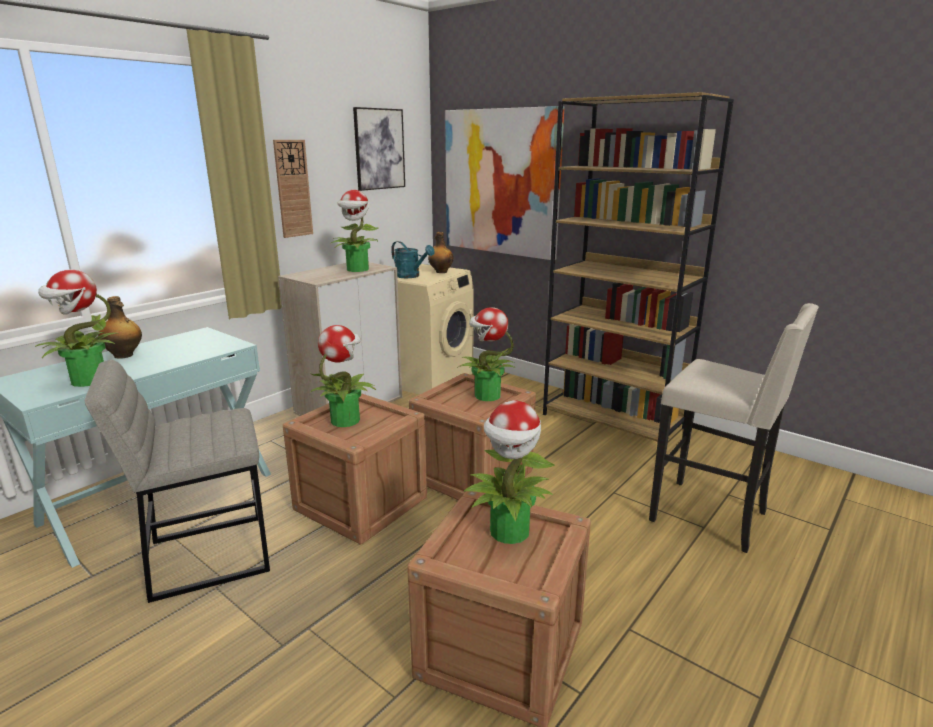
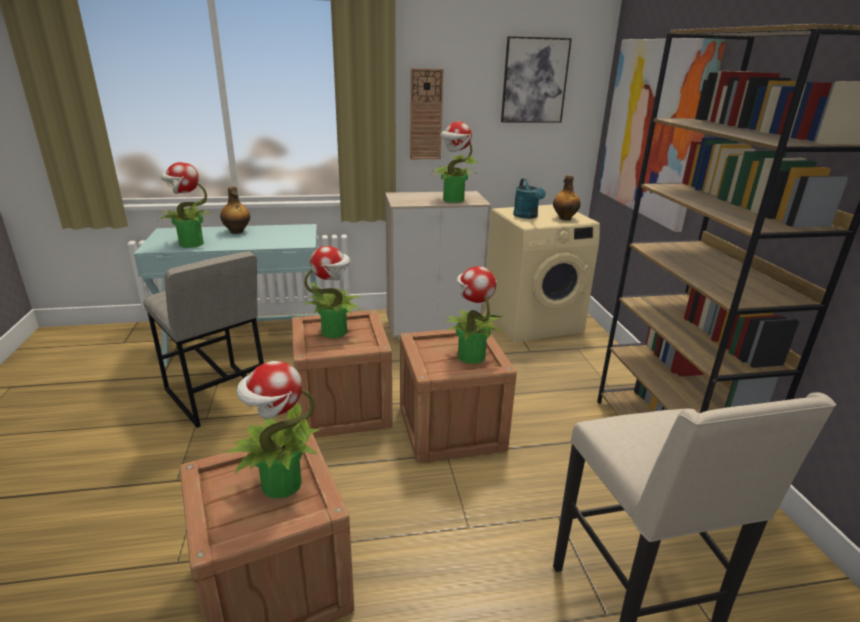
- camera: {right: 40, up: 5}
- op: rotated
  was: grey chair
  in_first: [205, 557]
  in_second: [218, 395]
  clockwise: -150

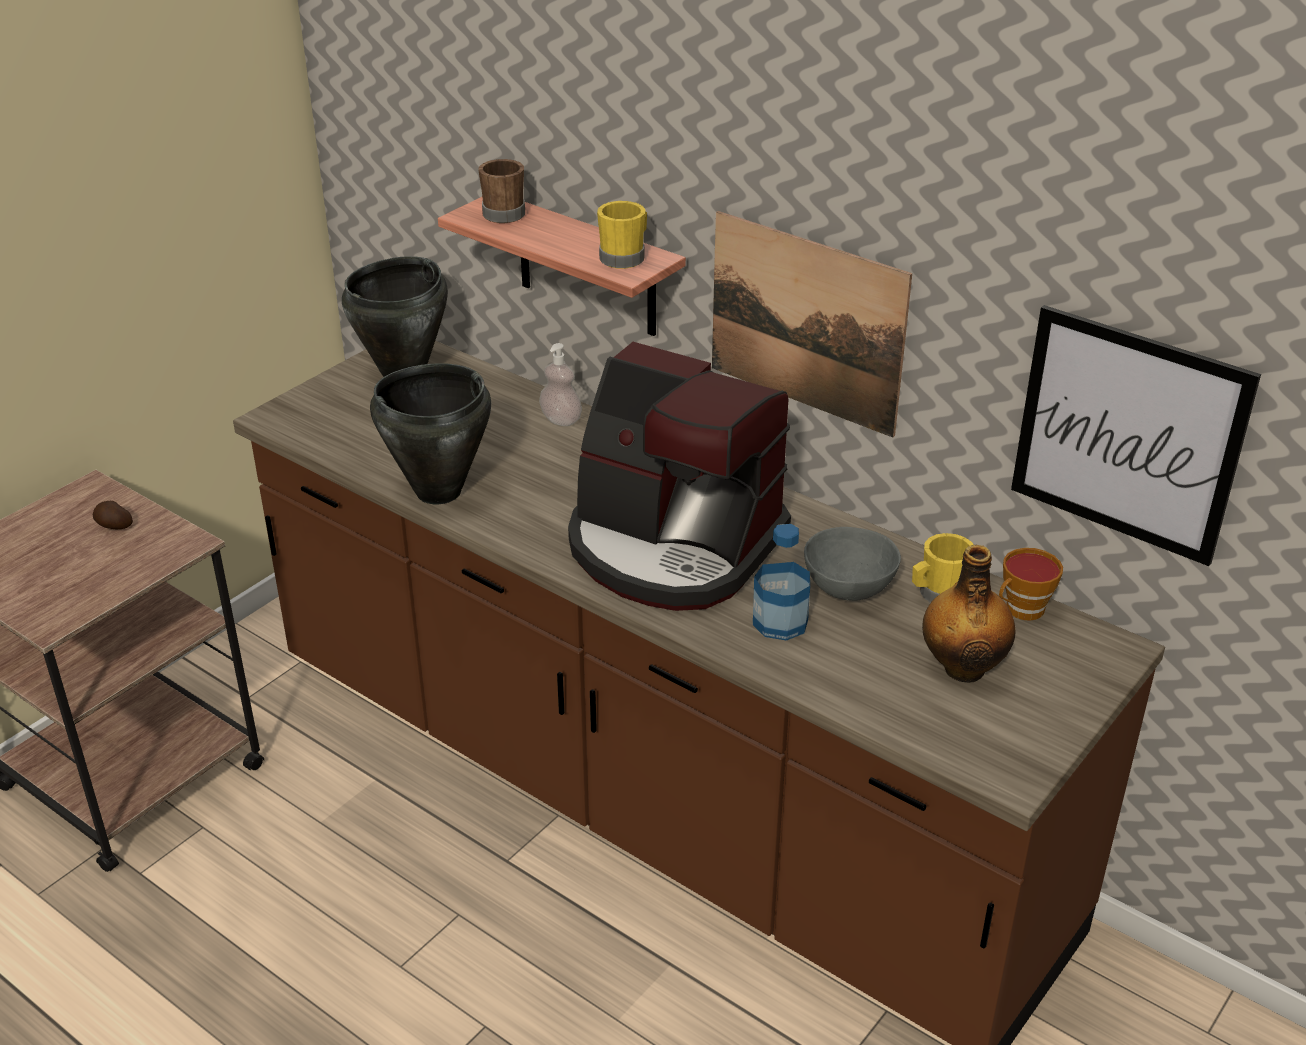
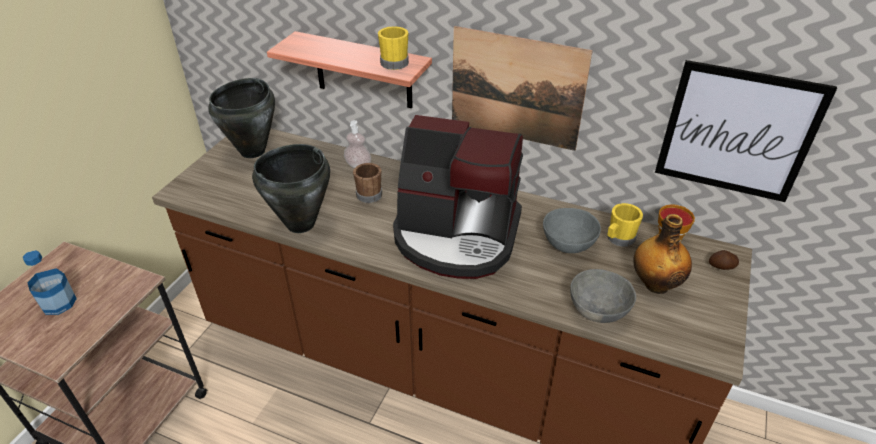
- camera: {right: -15, up: 5}
- op: shifted
  was: bottle
  in_first: [780, 622]
  in_second: [58, 303]
- op: shifted
  was: brown mug
  in_first: [505, 212]
  in_second: [369, 193]
- op: new
  now: grey bowl
  in_second: [596, 311]
- op: shifted
  was: potato
  in_first: [113, 526]
  in_second: [722, 266]

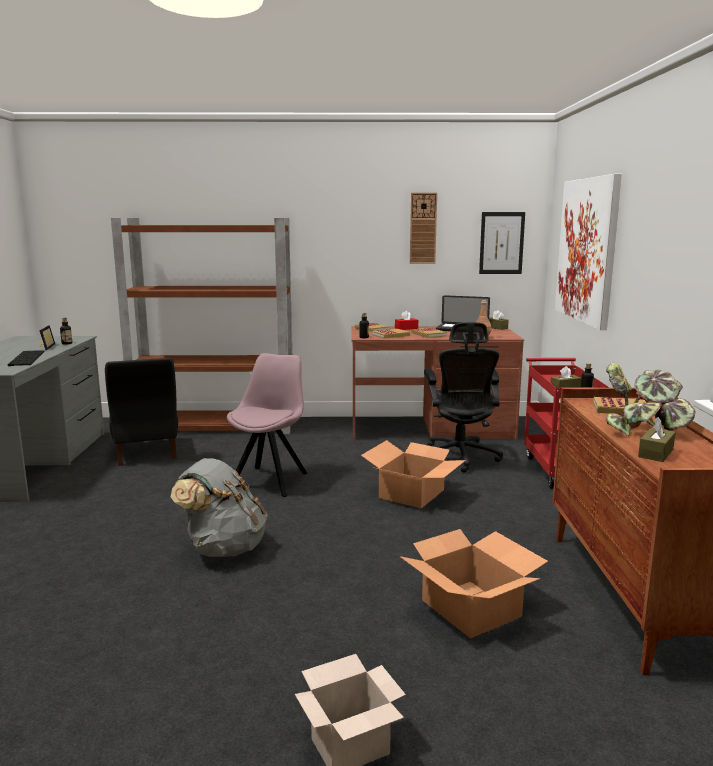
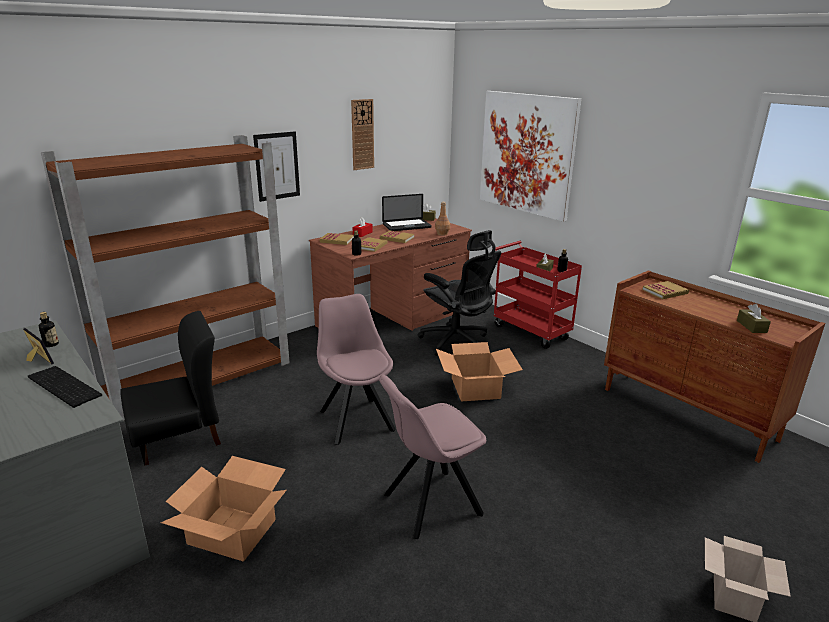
- camera: {right: -40, up: 10}
- op: rotated
  was: black chair
  in_first: [146, 452]
  in_second: [178, 437]
  clockwise: -60
- op: shifted
  was: cardboard box
  in_first: [471, 608]
  in_second: [232, 531]
- op: shifted
  was: picture
  in_first: [501, 243]
  in_second: [277, 166]
- op: swapped
  was: grey backpack
  now: pink chair
  in_first: [223, 548]
  in_second: [431, 504]
- op: gone
  was: potted plant
  in_first: [642, 430]

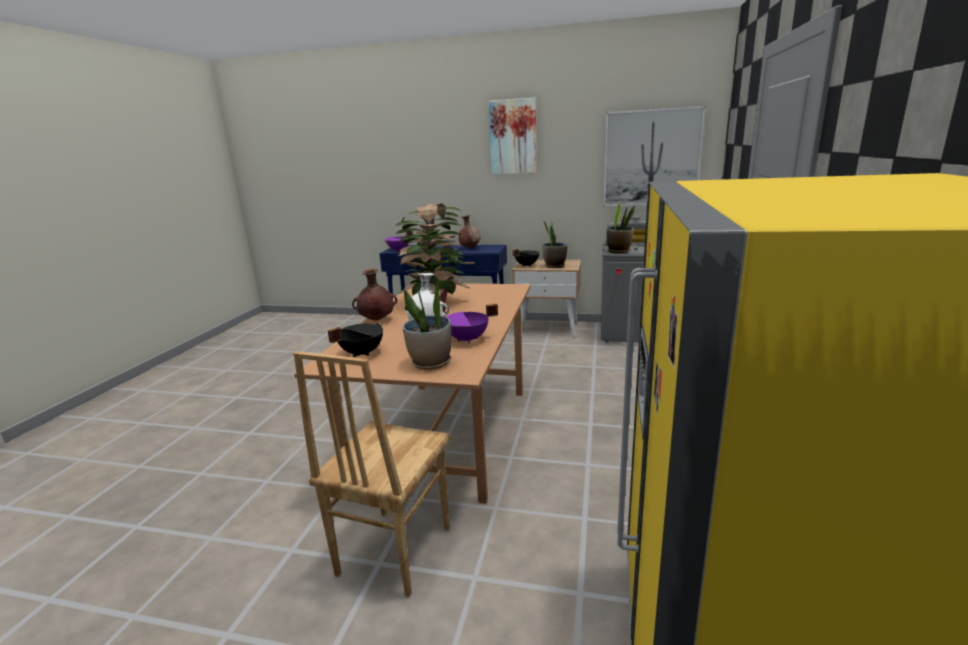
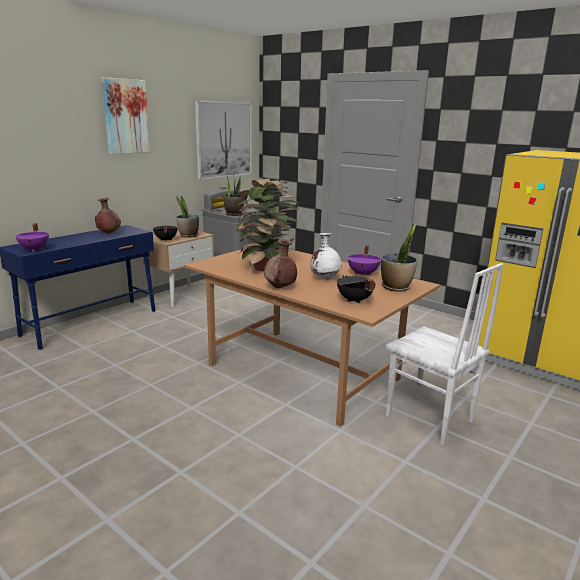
- camera: {right: -65, up: 0}
- op: repainted
  was: brown chair
  now: white chair
  in_first: [392, 551]
  in_second: [429, 419]

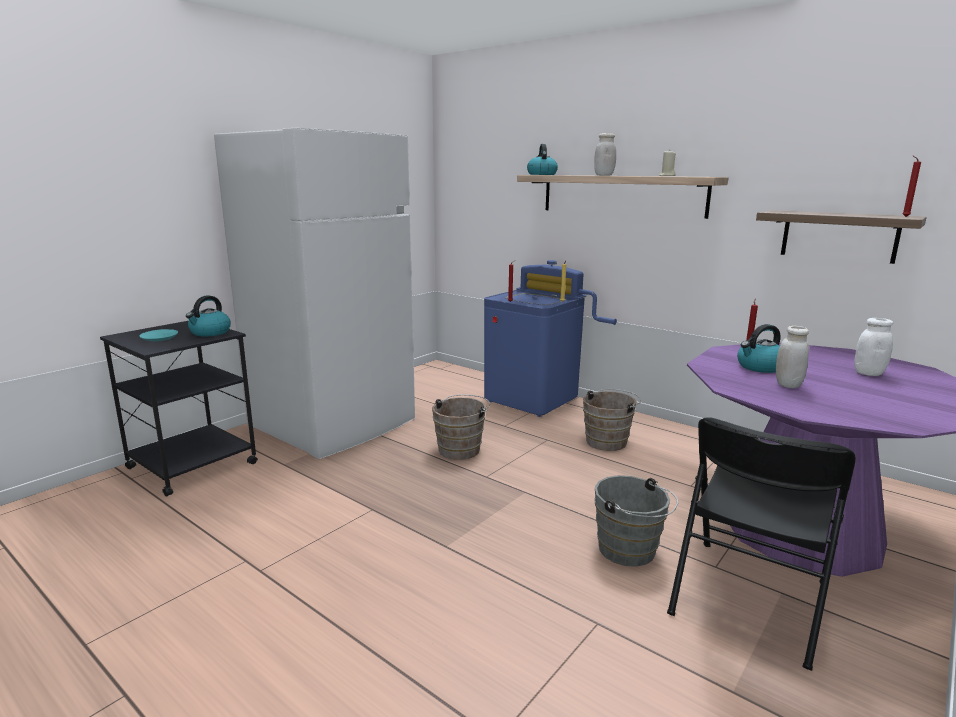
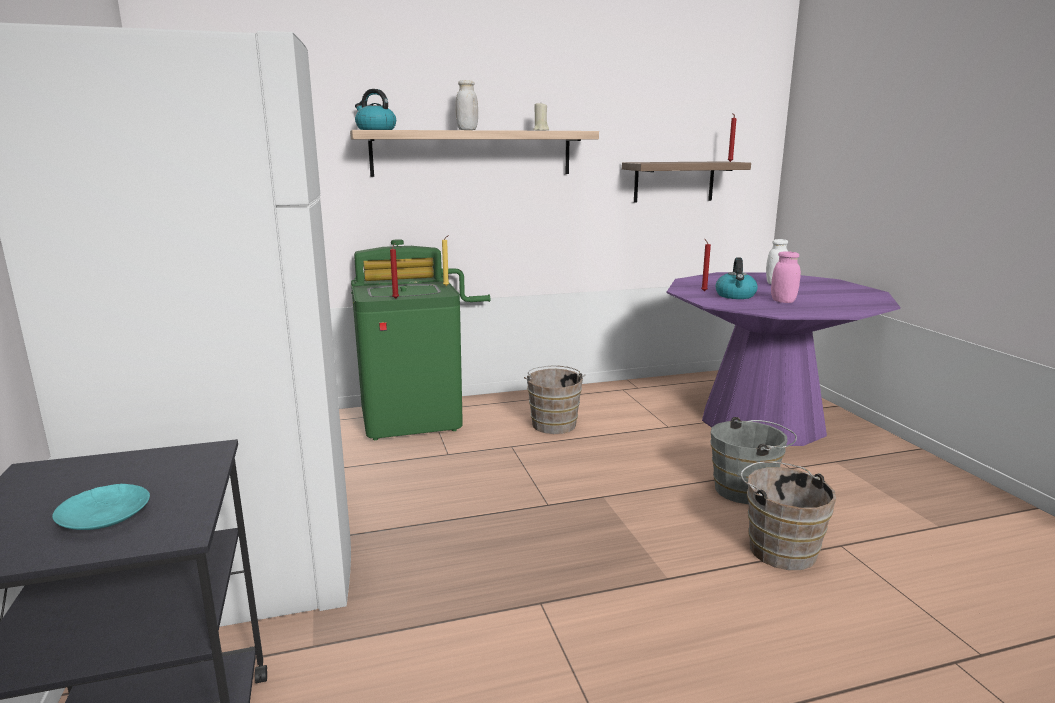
- camera: {right: -55, up: 0}
- op: repainted
  was: blue washing machine
  now: green washing machine
  in_first: [533, 400]
  in_second: [413, 419]
- op: shifted
  was: brown bucket
  in_first: [461, 449]
  in_second: [778, 548]
- op: repainted
  was: white jar
  now: pink jar
  in_first: [788, 385]
  in_second: [783, 301]
- op: gone
  was: kettle
  in_first: [210, 332]
- op: gone
  was: black chair
  in_first: [749, 598]

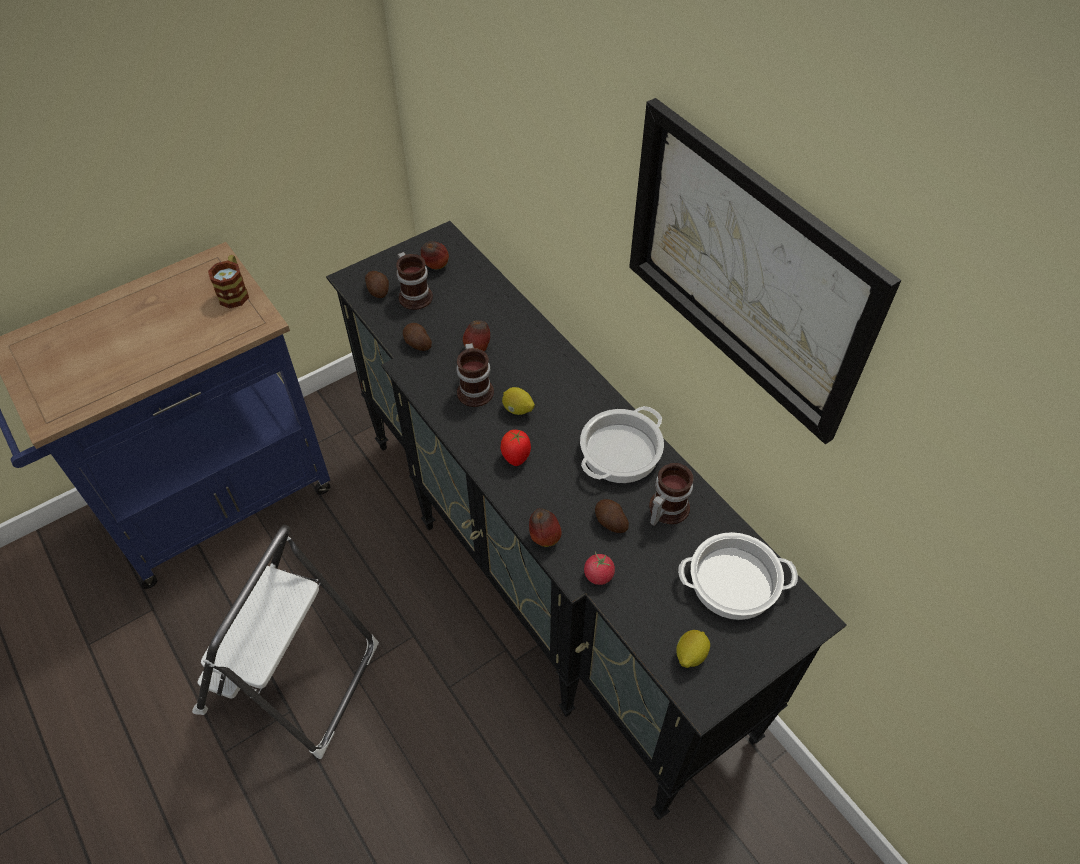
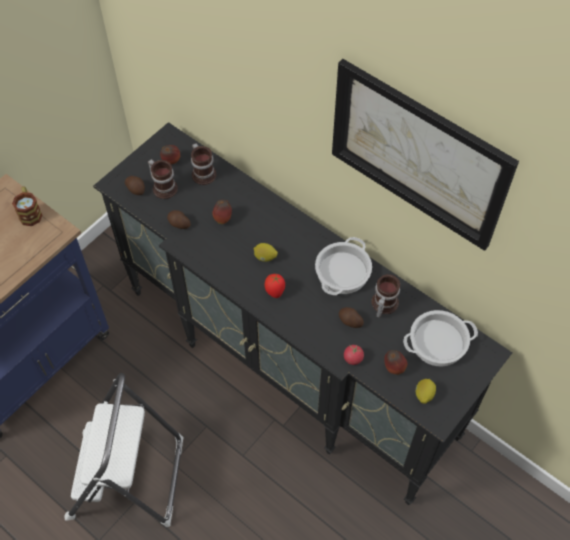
- camera: {right: -15, up: 5}
- op: shifted
  was: mug
  in_first: [476, 389]
  in_second: [204, 172]
- op: shifted
  was: apple
  in_first: [544, 538]
  in_second: [393, 368]

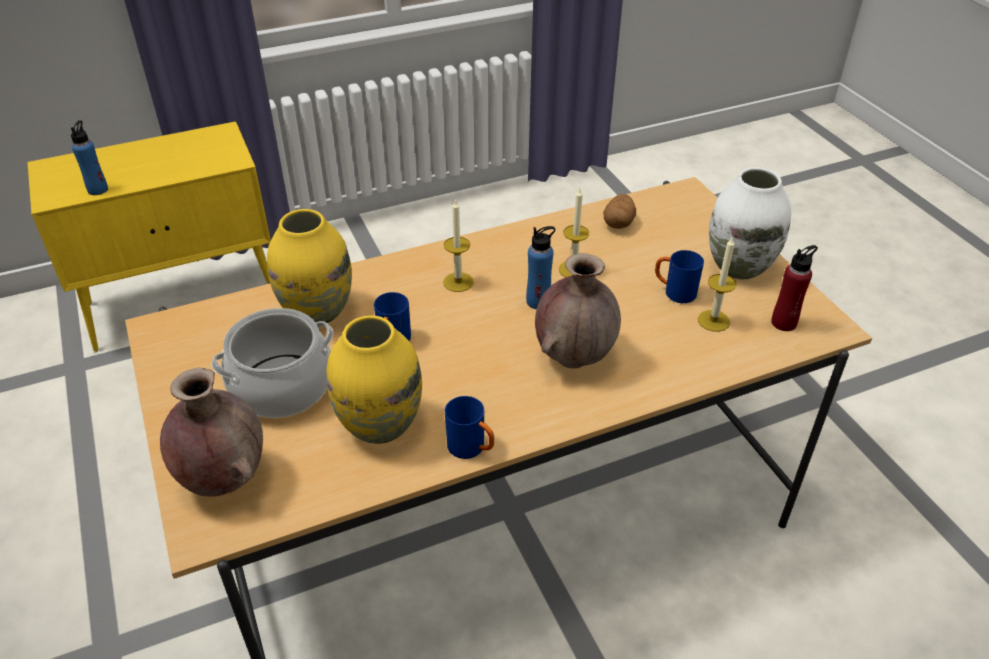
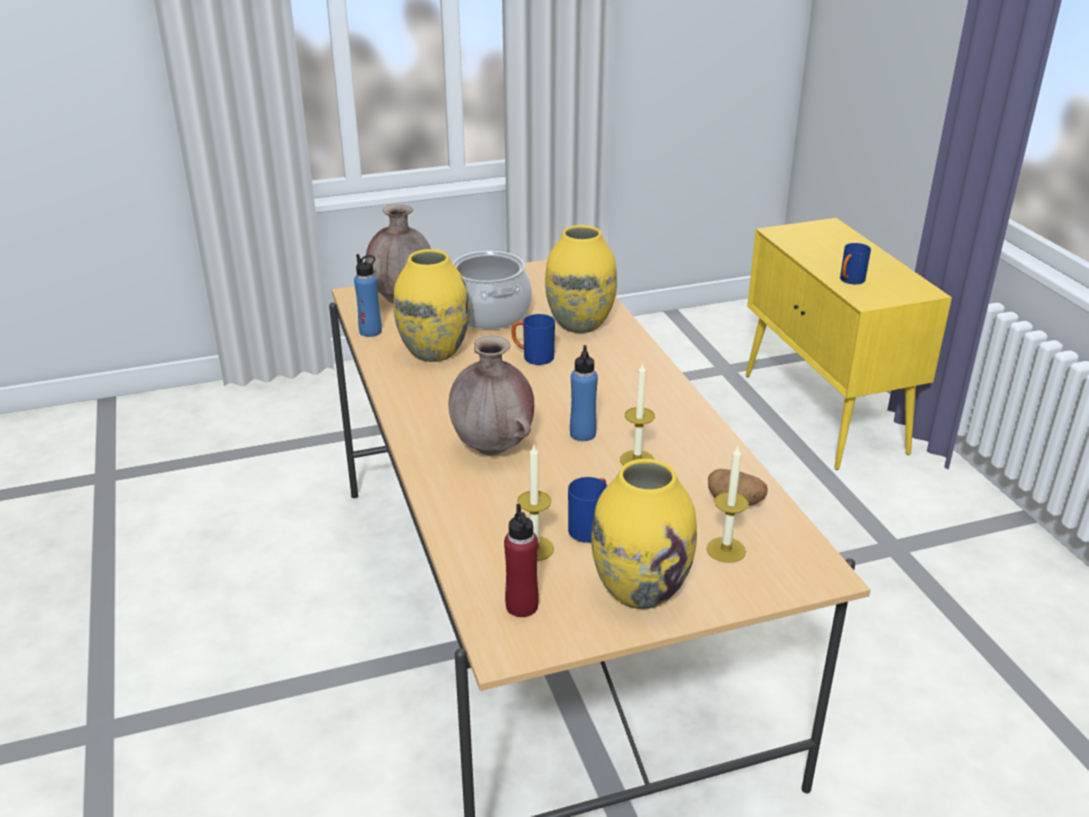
- camera: {right: 95, up: -10}
- op: shifted
  was: blue bottle
  in_first: [98, 189]
  in_second: [370, 331]
- op: repainted
  was: white vase
  now: yellow vase
  in_first: [738, 267]
  in_second: [640, 589]
- op: shifted
  was: candle
  in_first: [458, 282]
  in_second: [726, 550]
- op: shifted
  was: blue mug
  in_first: [472, 449]
  in_second: [849, 281]

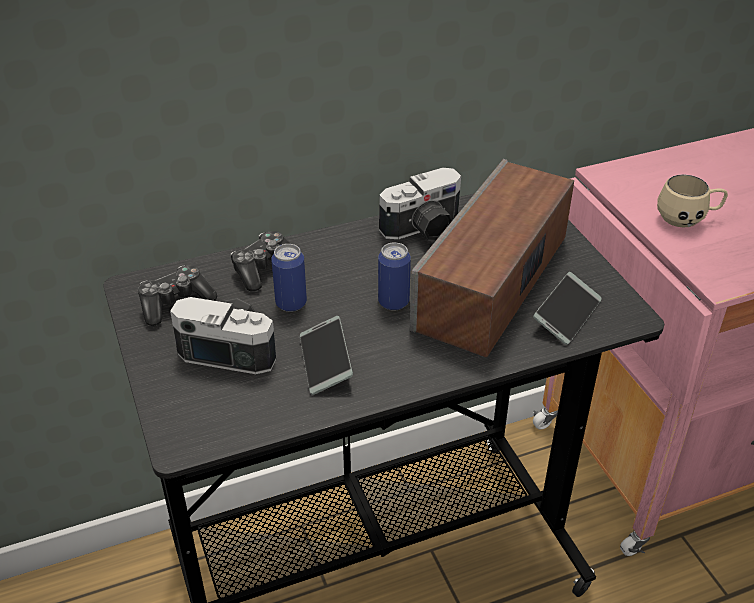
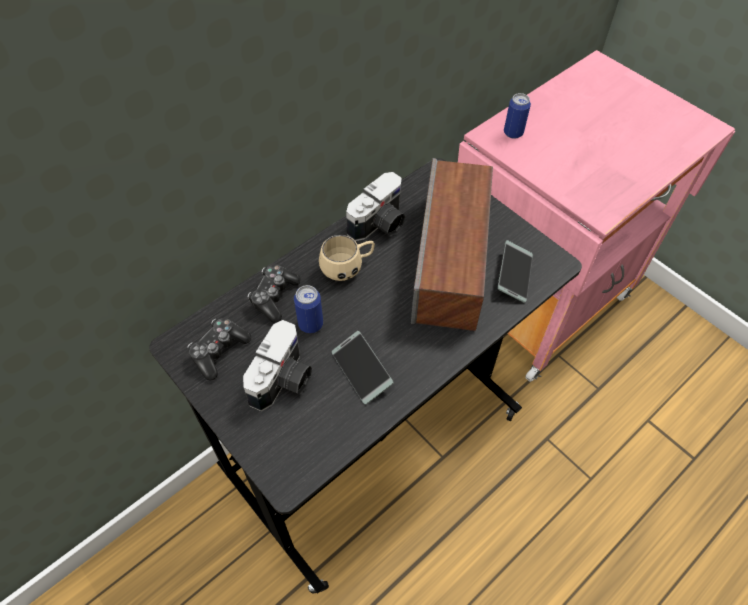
- camera: {right: -20, up: 15}
- op: rotated
  was: photo camera
  in_first: [231, 348]
  in_second: [284, 380]
  clockwise: 120
- op: shifted
  was: beige mug
  in_first: [688, 219]
  in_second: [348, 268]
- op: shifted
  was: can
  in_first: [393, 302]
  in_second: [513, 133]

